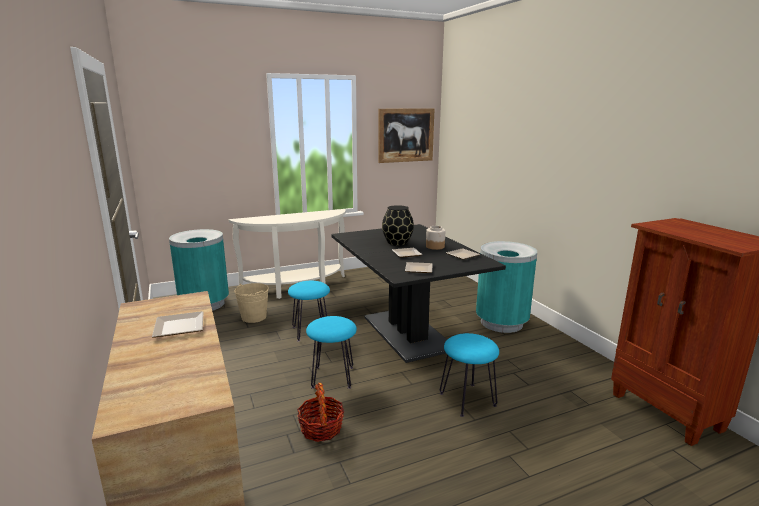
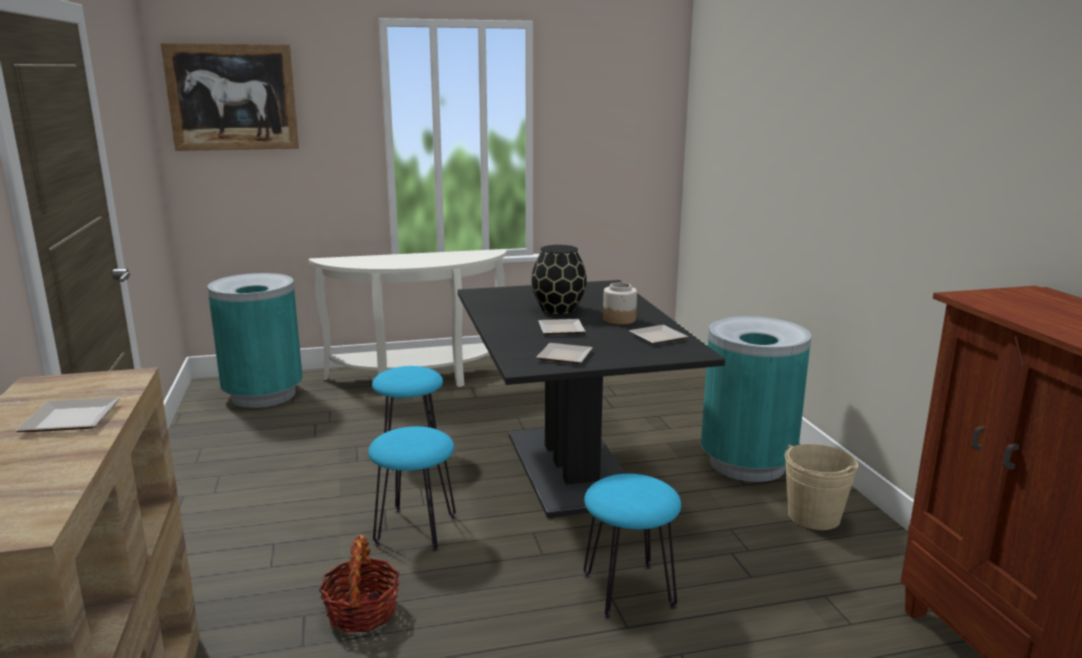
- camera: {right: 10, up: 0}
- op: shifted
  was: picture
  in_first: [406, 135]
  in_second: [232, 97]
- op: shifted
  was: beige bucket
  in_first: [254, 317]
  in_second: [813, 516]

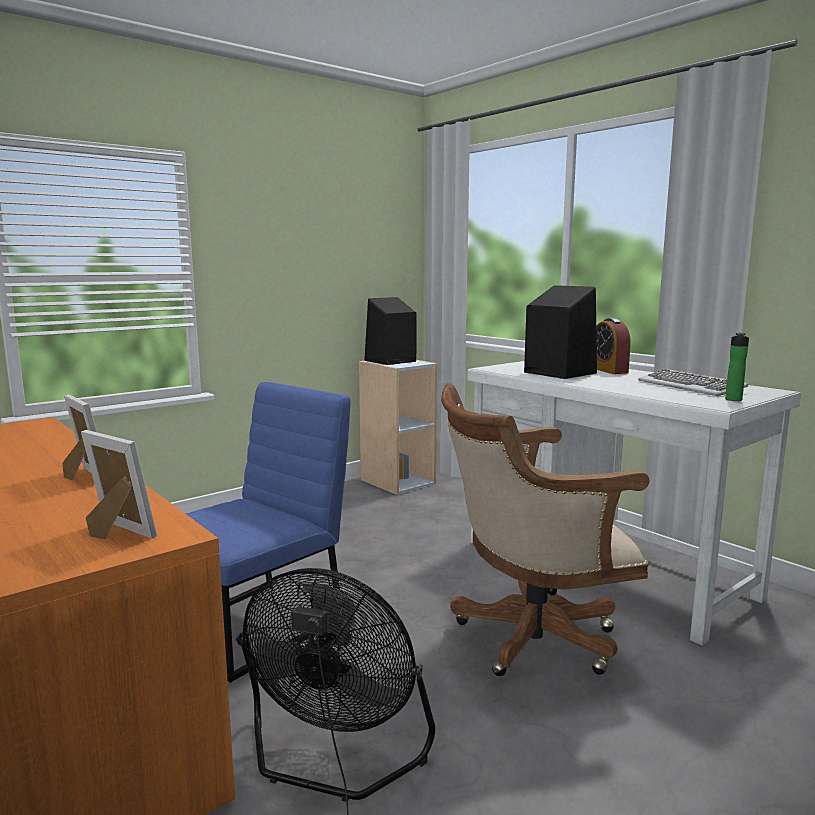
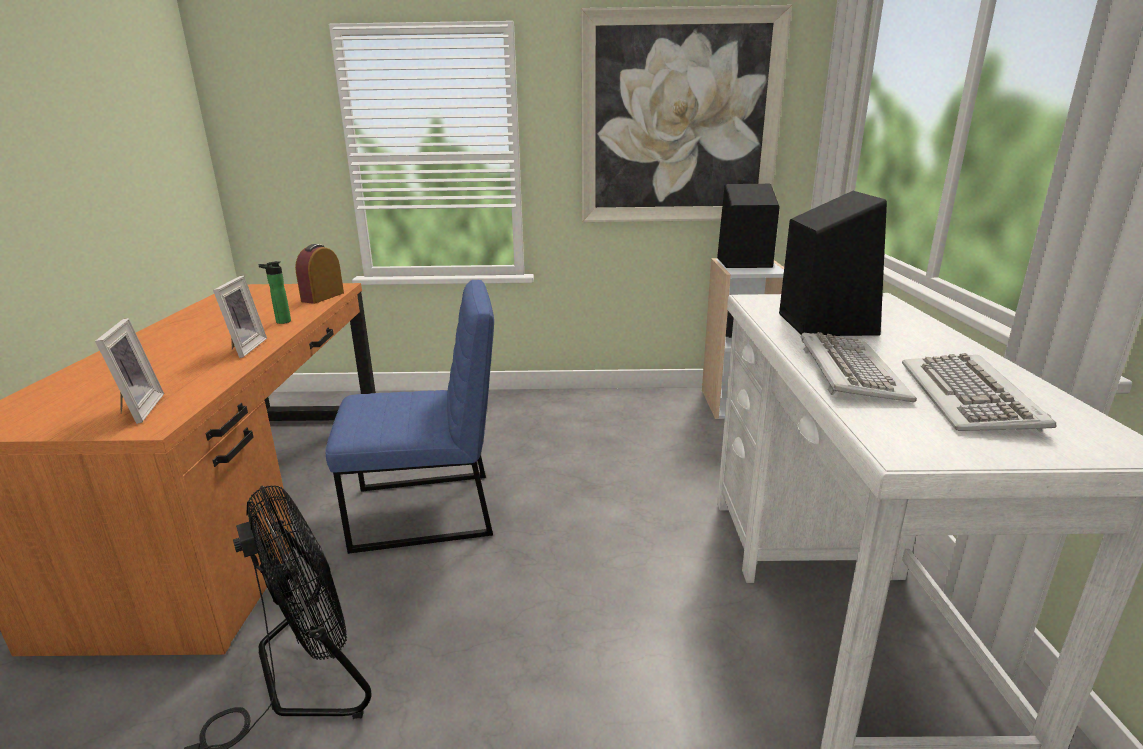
- camera: {right: 40, up: 10}
- op: shifted
  was: bottle
  in_first: [733, 400]
  in_second: [281, 322]
- op: shifted
  was: alarm clock
  in_first: [608, 370]
  in_second: [323, 297]
- op: new
  now: picture
  in_second: [679, 120]
- op: new
  now: keyboard
  in_second: [848, 371]
- op: gone
  was: office chair
  in_first: [528, 639]

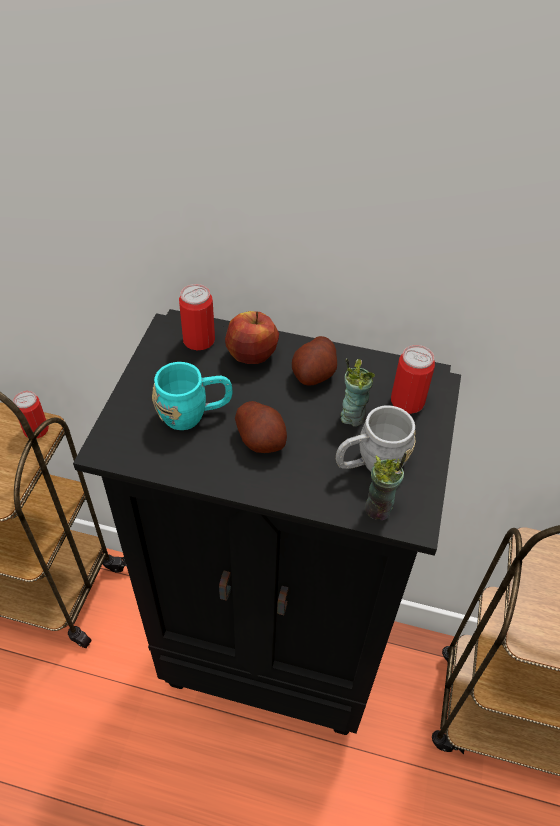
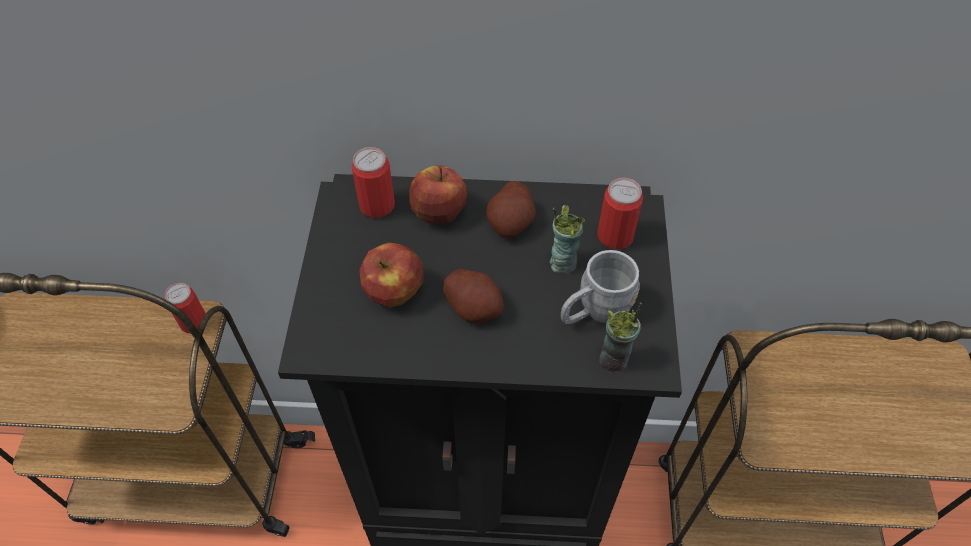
- camera: {right: -10, up: 5}
- op: swapped
  was: turquoise mug
  now: apple
  in_first: [194, 414]
  in_second: [395, 291]

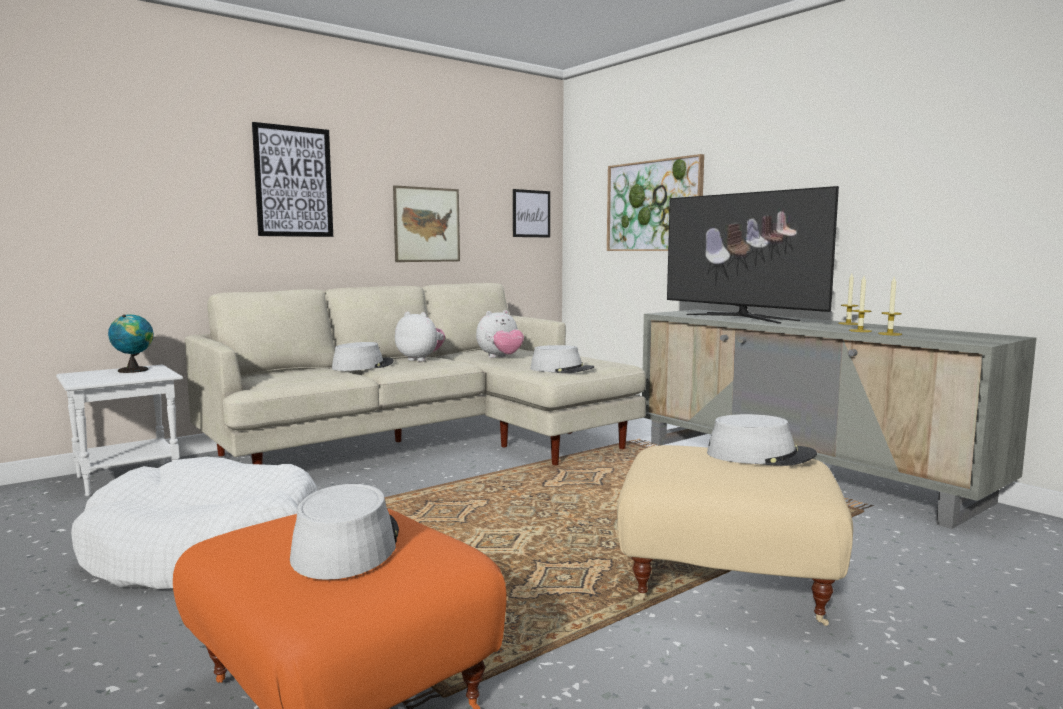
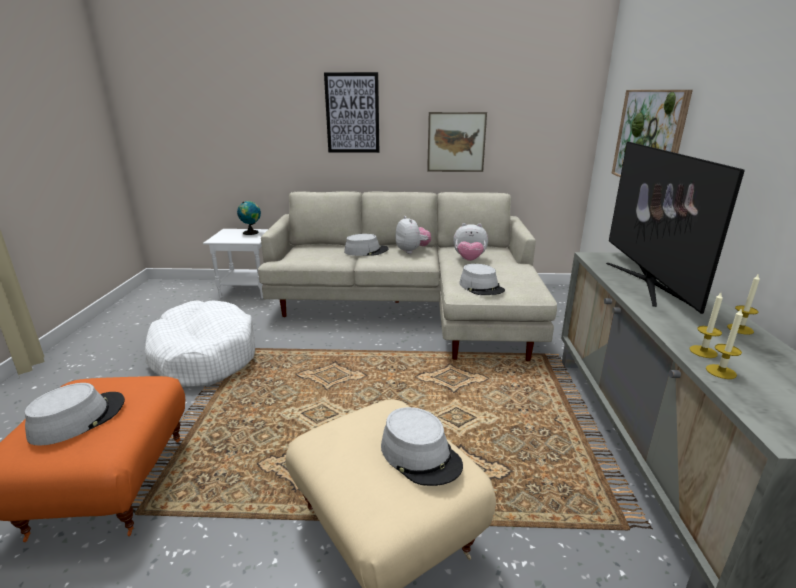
- camera: {right: 40, up: 15}
- op: gone
  was: picture
  in_first: [531, 213]

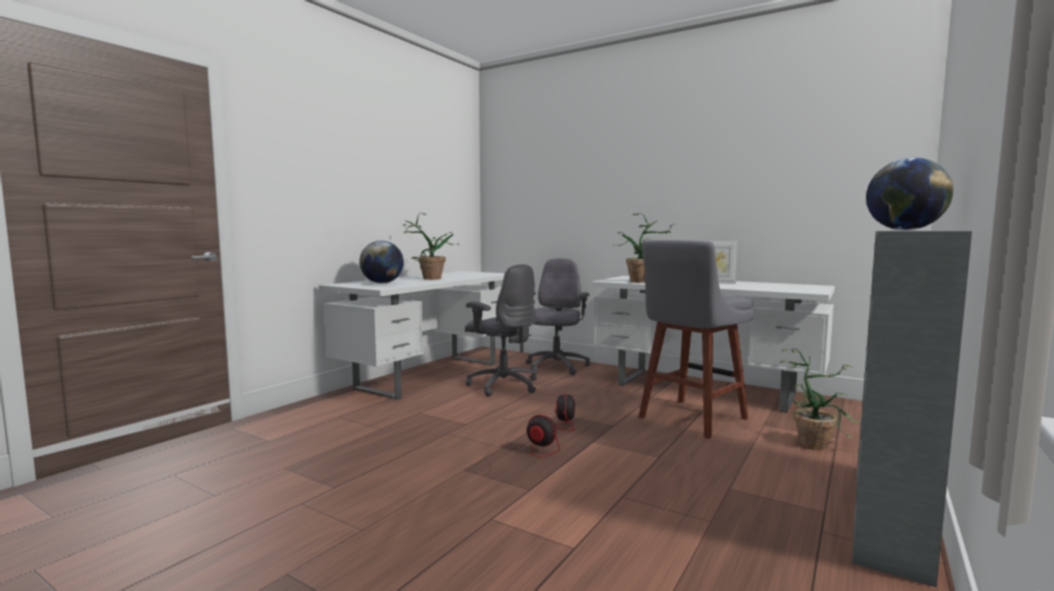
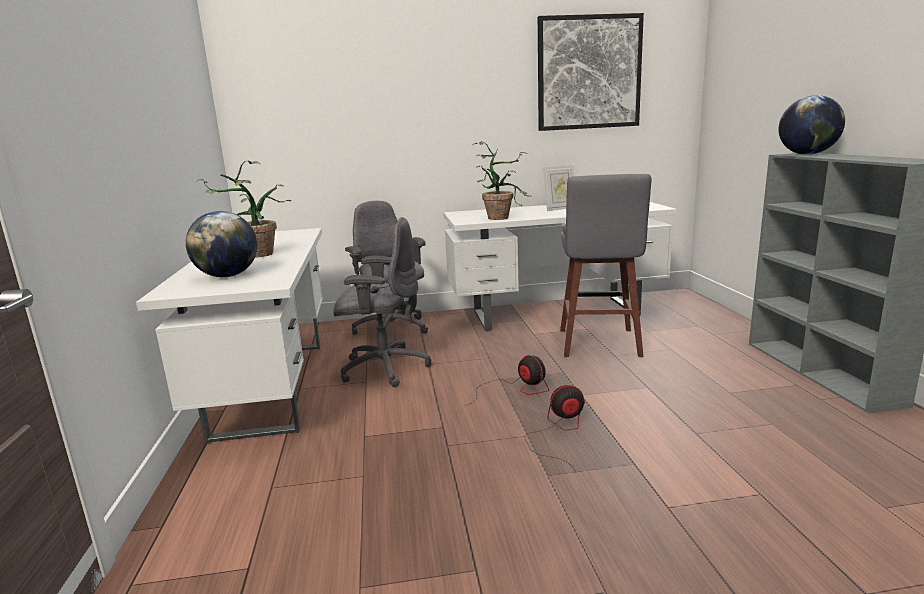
- camera: {right: -40, up: 10}
- op: new
  now: picture
  in_second: [589, 73]
- op: gone
  was: potted plant
  in_first: [815, 442]

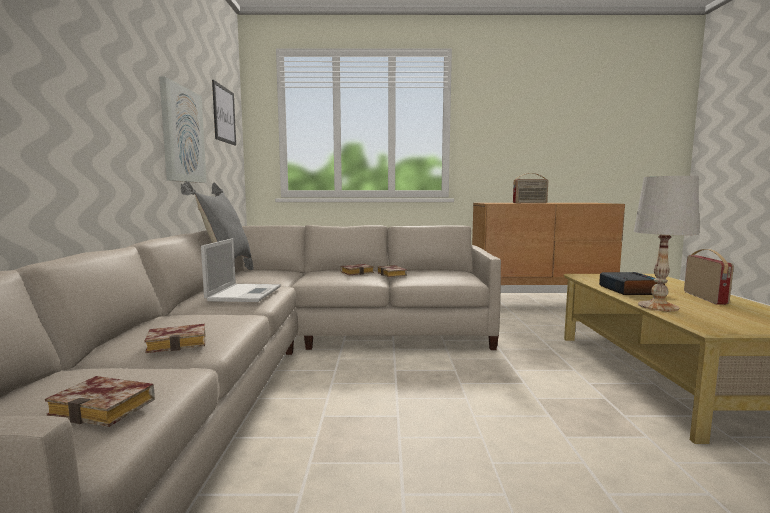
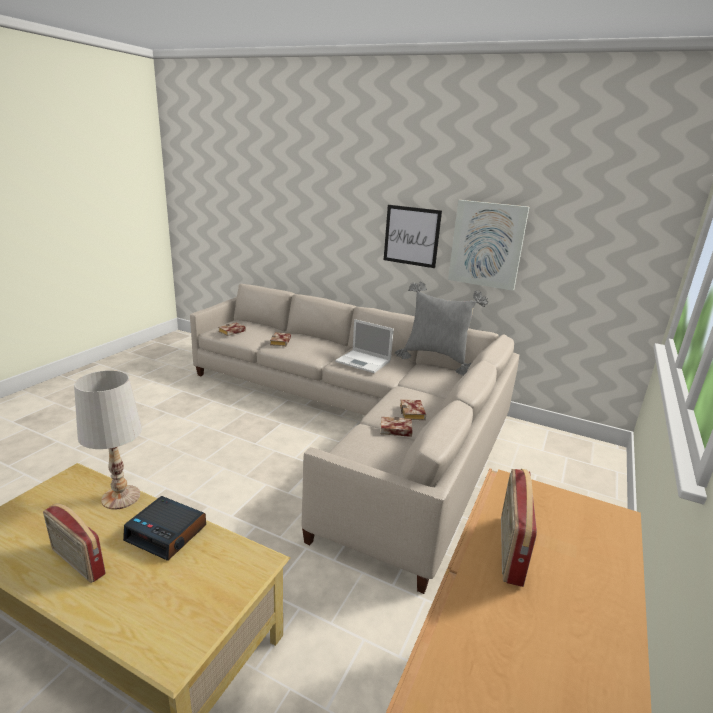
- camera: {right: 115, up: 15}
- op: shifted
  was: picture
  in_first: [224, 115]
  in_second: [411, 236]

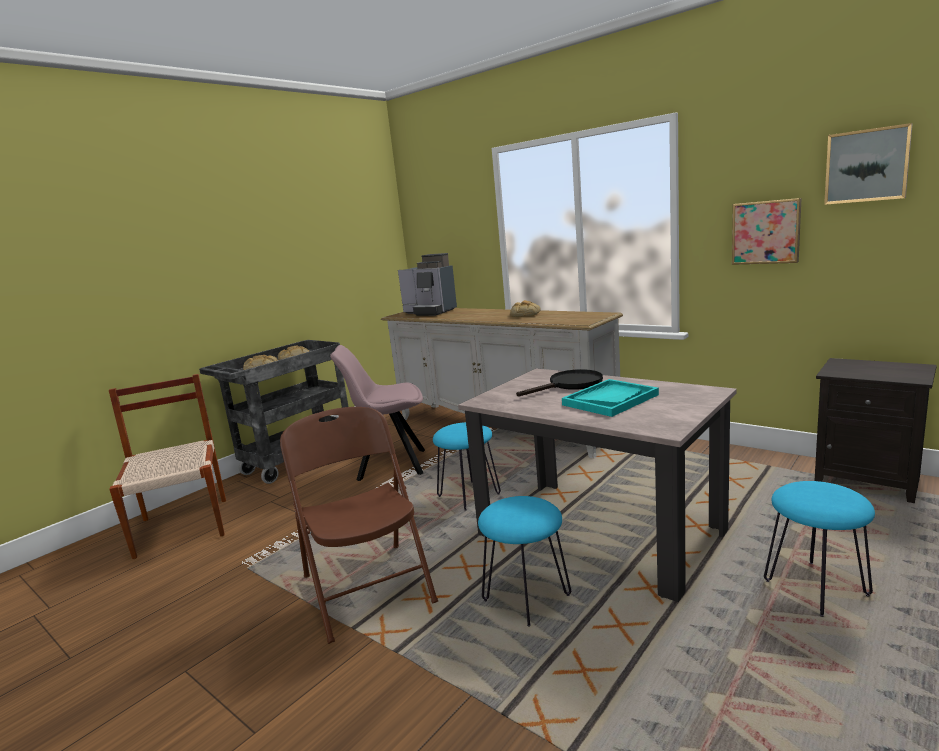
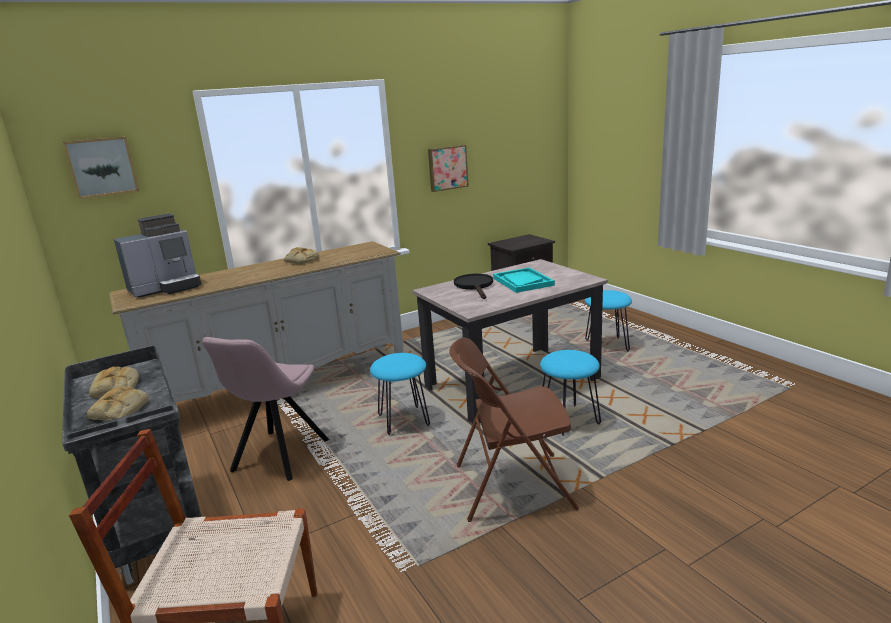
- camera: {right: -70, up: 5}
- op: shifted
  was: picture
  in_first: [866, 165]
  in_second: [102, 167]

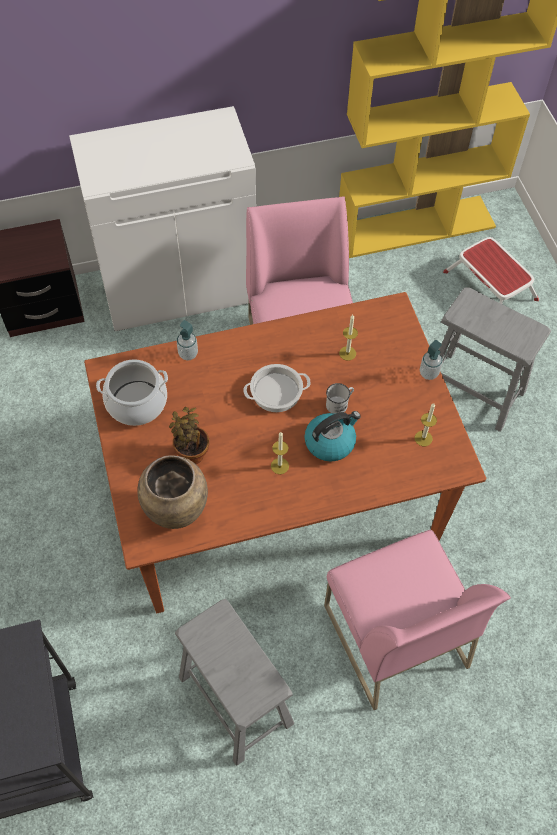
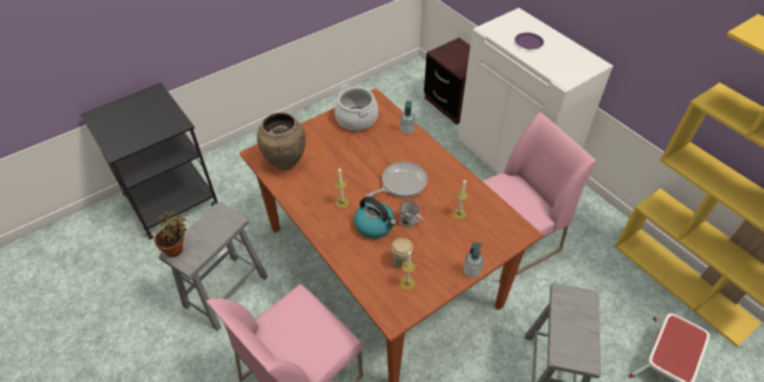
- camera: {right: 70, up: -10}
- op: shifted
  was: potted plant
  in_first: [191, 453]
  in_second: [176, 249]
- op: swapped
  was: cooking pot
  now: frying pan
  in_first: [276, 392]
  in_second: [401, 183]
- op: new
  now: cup
  in_second: [401, 262]
- op: new
  now: purple plate
  in_second: [528, 43]

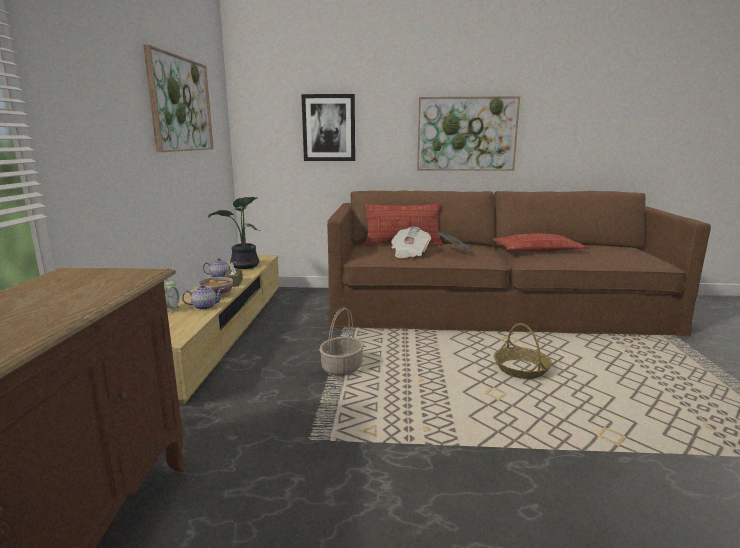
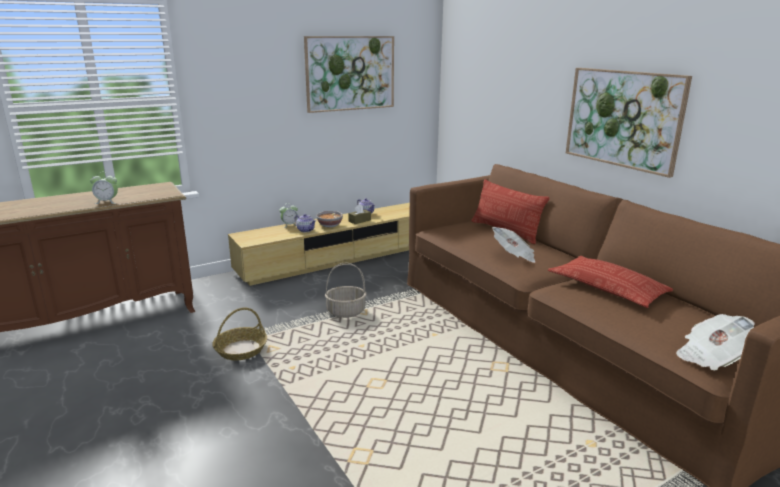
- camera: {right: 55, up: 5}
- op: new
  now: alarm clock
  in_second: [107, 202]
- op: shifted
  was: basket
  in_first: [521, 369]
  in_second: [241, 349]
- op: shifted
  was: newspaper
  in_first: [409, 253]
  in_second: [712, 357]
- op: gone
  was: potted plant
  in_first: [244, 266]
- op: gone
  was: picture
  in_first: [329, 128]

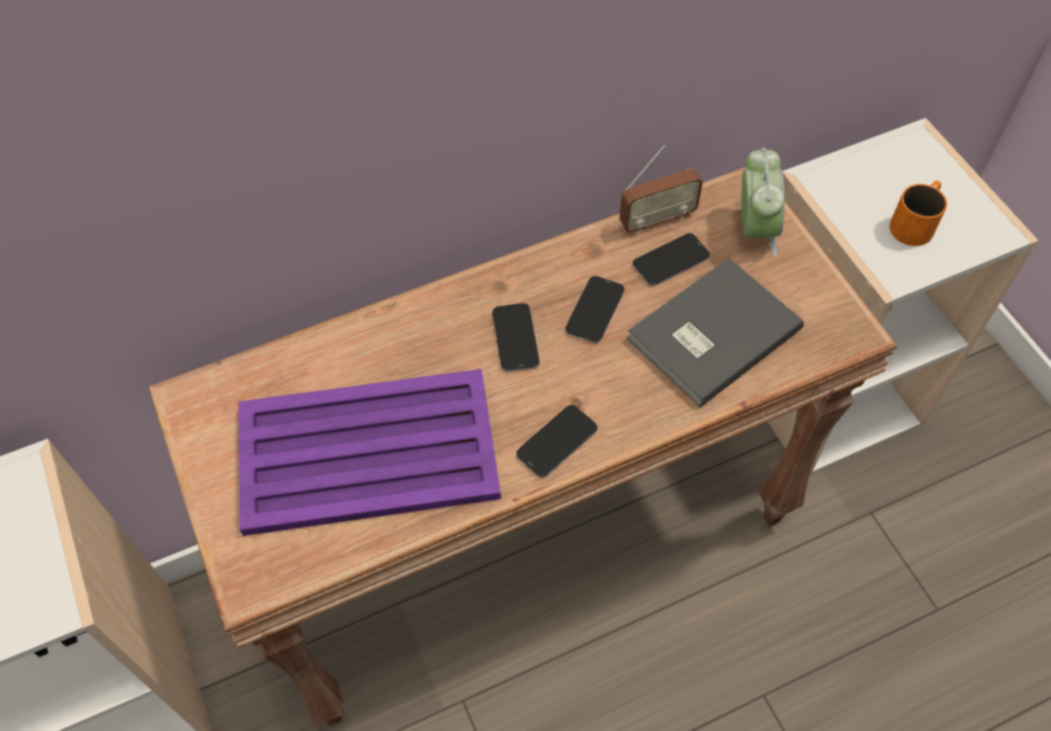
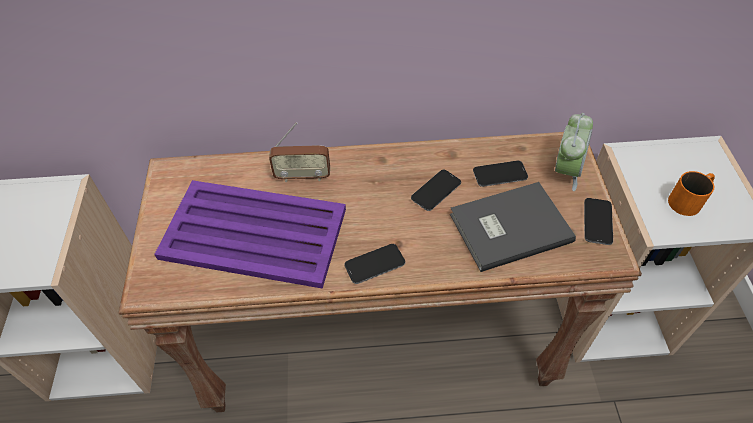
- camera: {right: 20, up: -5}
- op: shifted
  was: radio
  in_first: [657, 220]
  in_second: [302, 176]
- op: shifted
  was: phone
  in_first: [515, 338]
  in_second: [597, 222]

